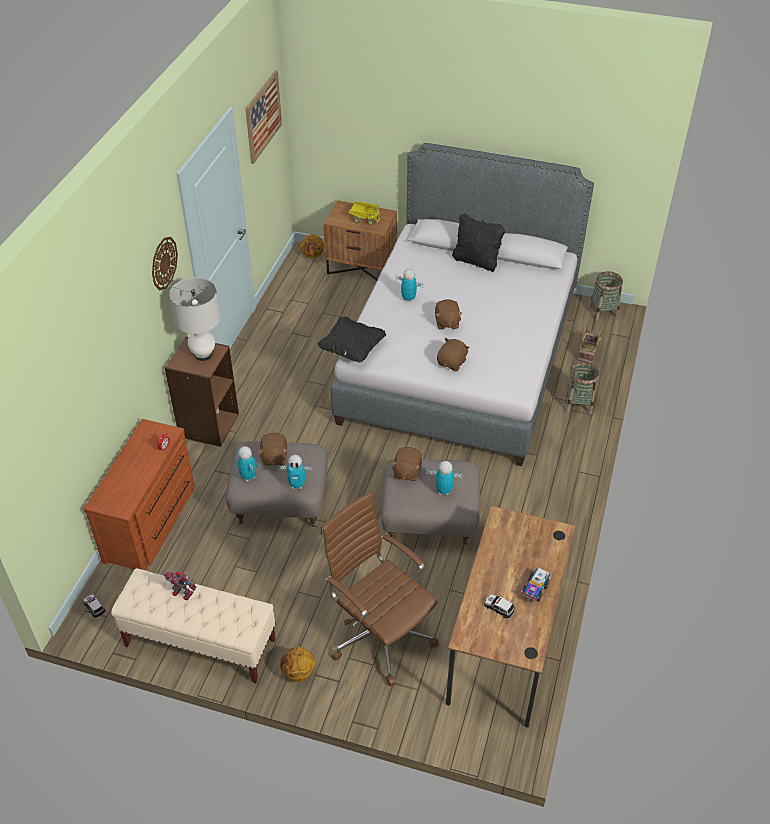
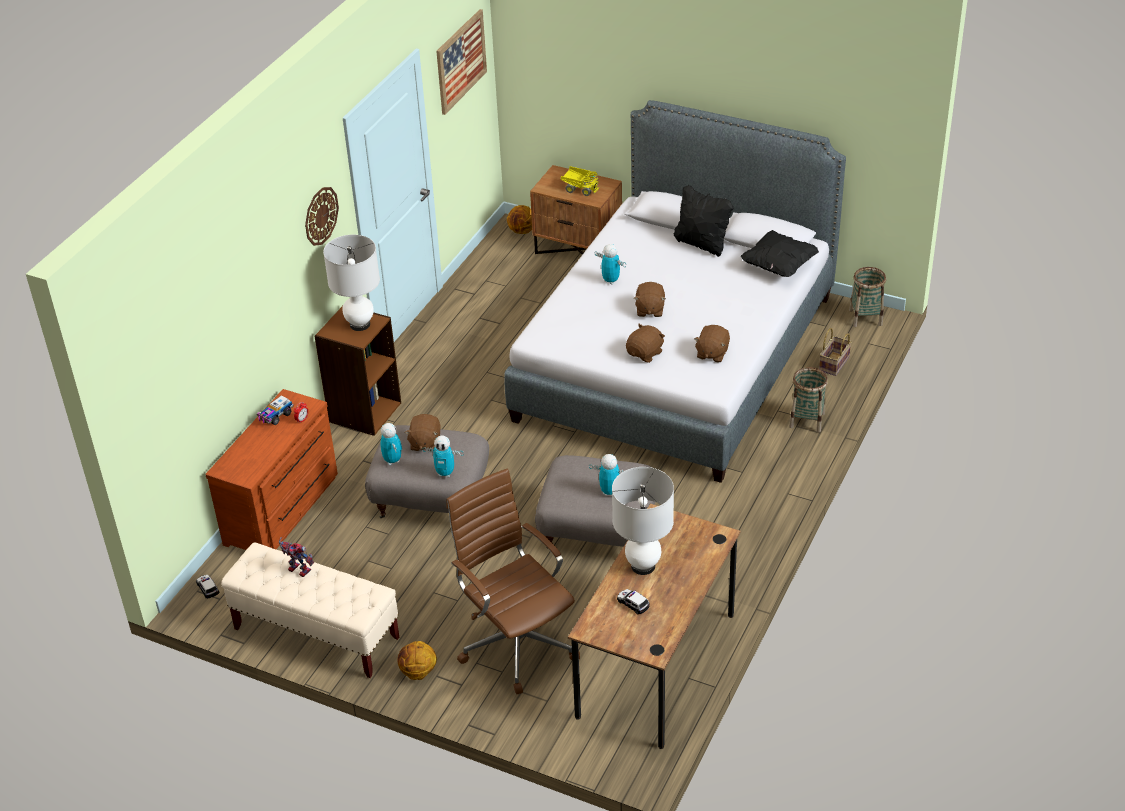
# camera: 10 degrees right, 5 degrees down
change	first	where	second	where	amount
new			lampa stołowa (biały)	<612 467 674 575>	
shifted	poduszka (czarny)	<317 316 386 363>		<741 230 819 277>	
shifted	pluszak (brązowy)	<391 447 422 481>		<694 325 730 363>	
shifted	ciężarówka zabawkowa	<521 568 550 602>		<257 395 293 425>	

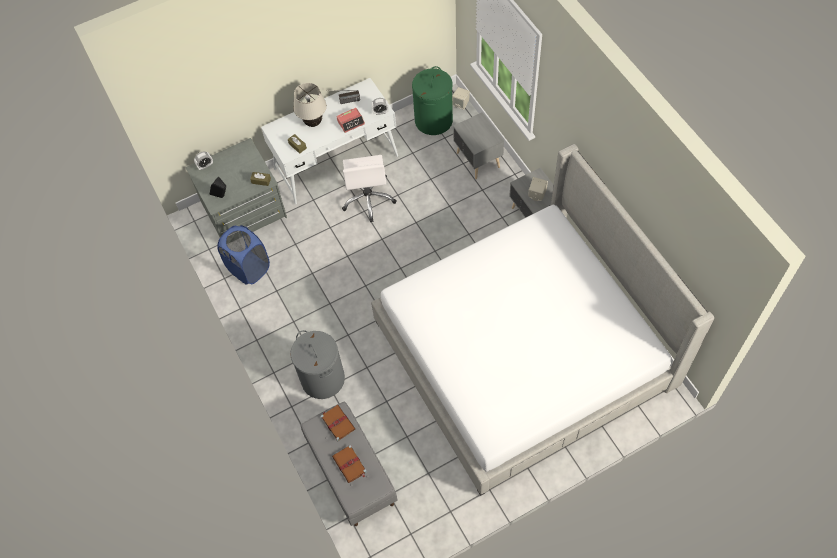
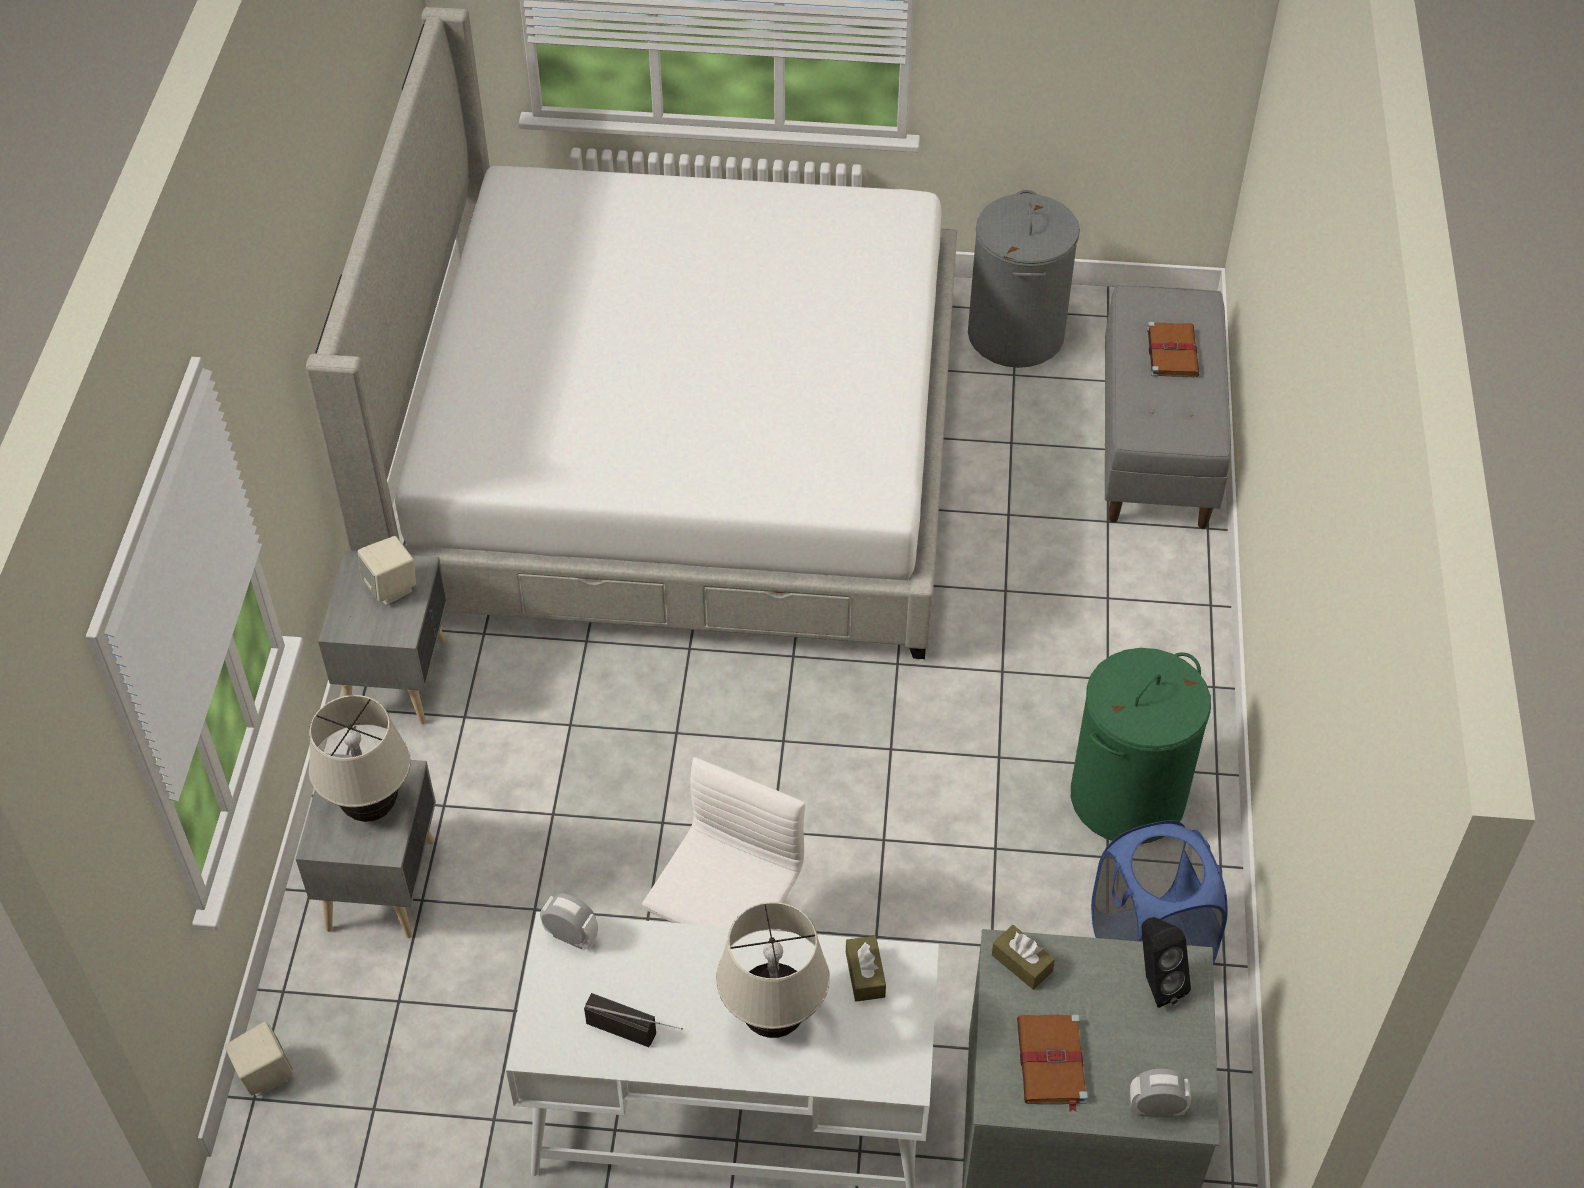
# camera: 150 degrees left, 10 degrees down
change	first	where	second	where	amount
gone	budzik	<336 108 365 133>			
new			lampa stołowa (beżowy)	<309 695 411 822>	
shifted	kosz na pranie (szary)	<290 330 345 399>		<968 190 1080 368>	
shifted	książka (brązowy)	<321 405 355 441>		<1017 1014 1088 1112>	
shifted	kosz na pranie (zielony)	<412 66 453 135>		<1071 648 1211 841>	

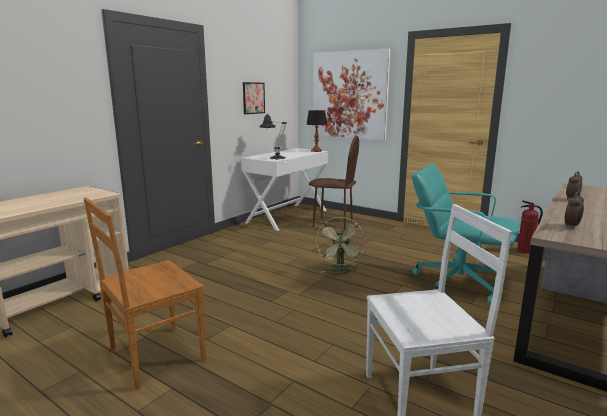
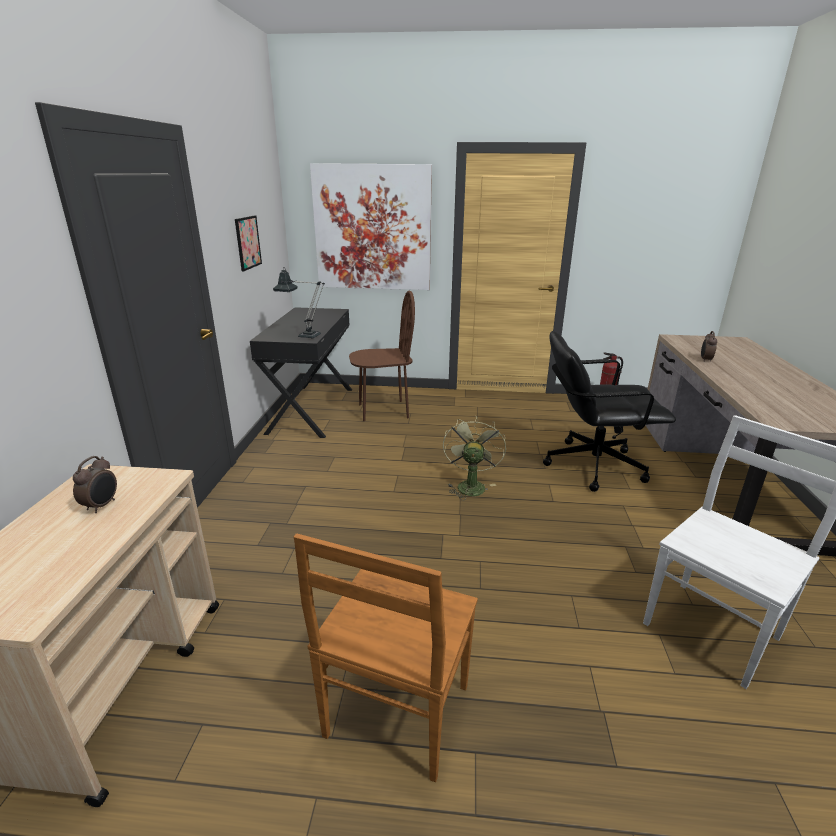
# camera: 30 degrees left, 10 degrees up
change	first	where	second	where	amount
gone	lampa stołowa	<306 110 327 152>			
shifted	budzik	<565 192 584 229>		<73 456 117 513>	
repainted	biurko (biały)	<241 148 328 231>	biurko (czarny)	<250 307 352 438>	
repainted	krzesło biurowe (turkusowy)	<412 163 520 303>	krzesło biurowe (czarny)	<543 331 676 492>	
rotated	wentylator (zielony)	<316 217 365 274>		<443 415 506 501>	150 degrees counterclockwise

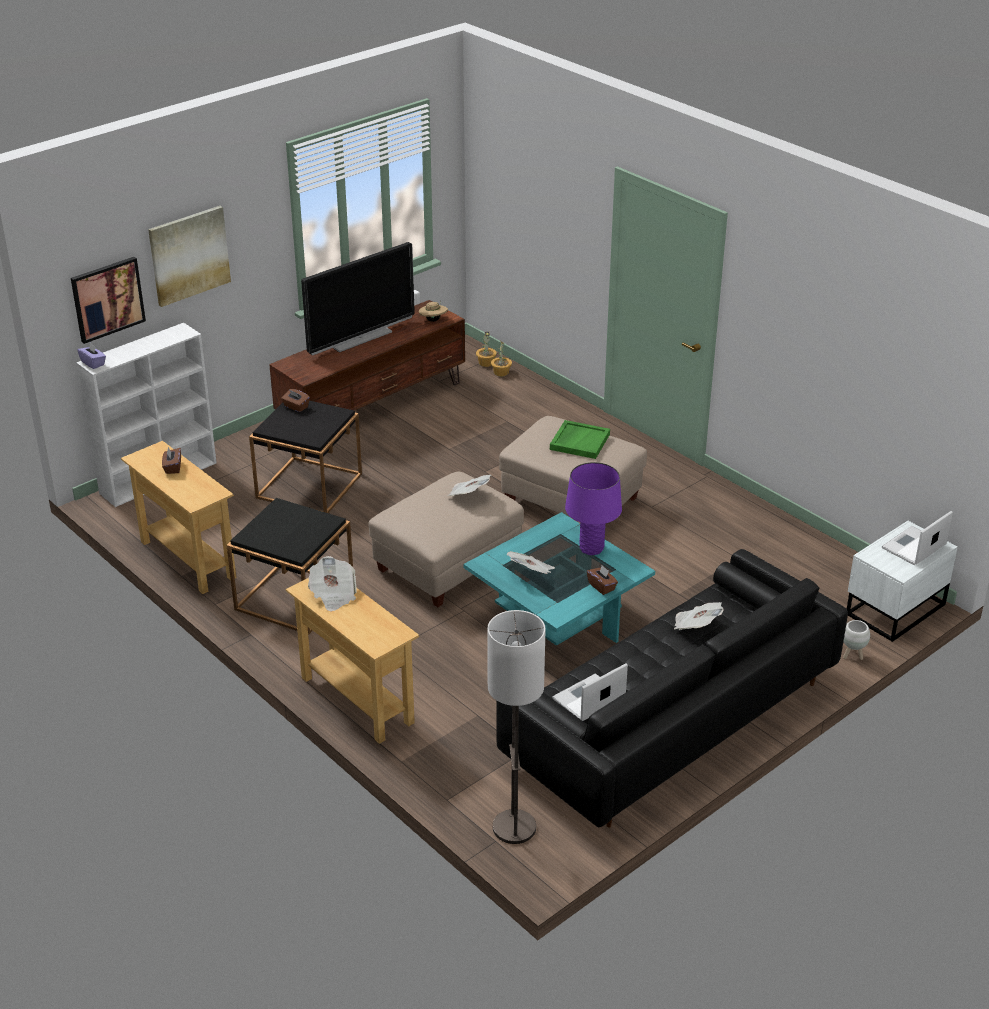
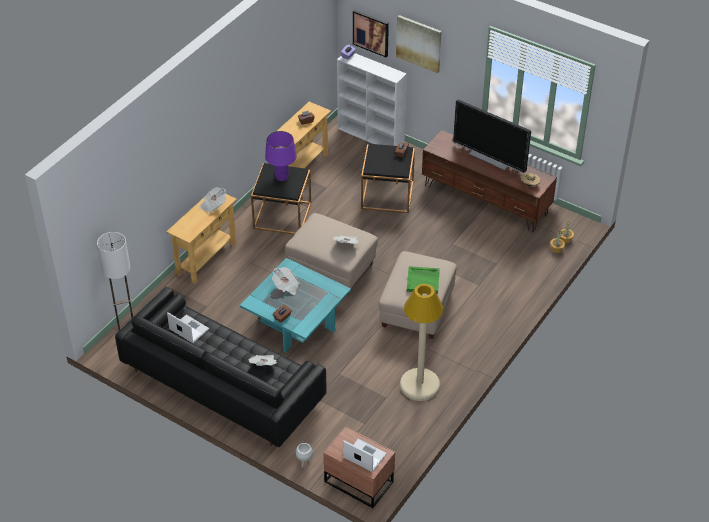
# camera: 75 degrees right, 10 degrees up
change	first	where	second	where	amount
new			lampa stojąca (beżowy)	<400 284 443 401>	
shifted	lampa stołowa (fioletowy)	<565 462 622 555>		<265 131 297 181>	
repainted	szafka nocna (biały)	<847 521 958 642>	szafka nocna (brązowy)	<324 427 395 508>	

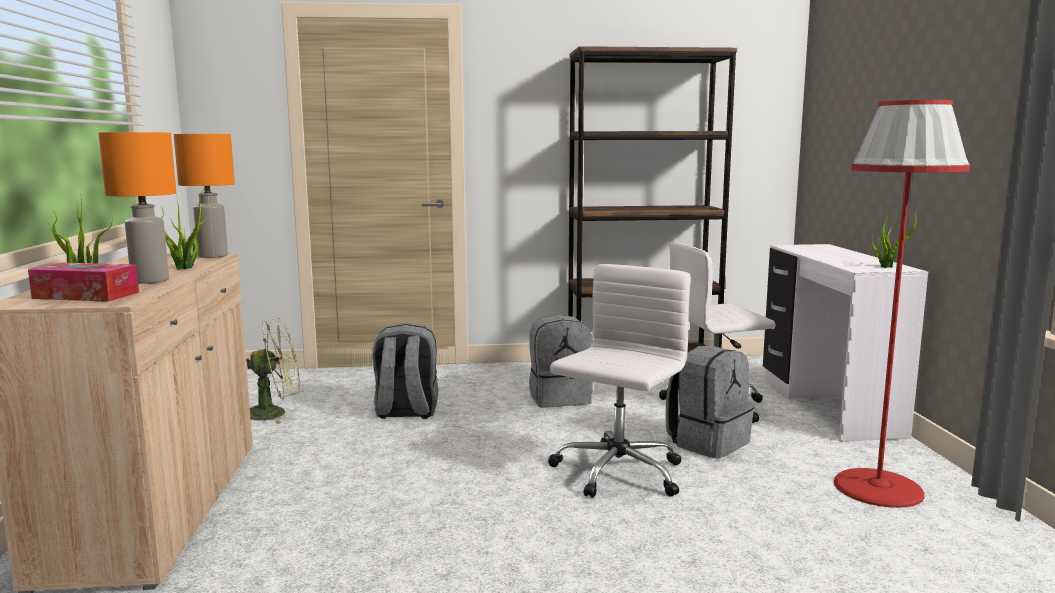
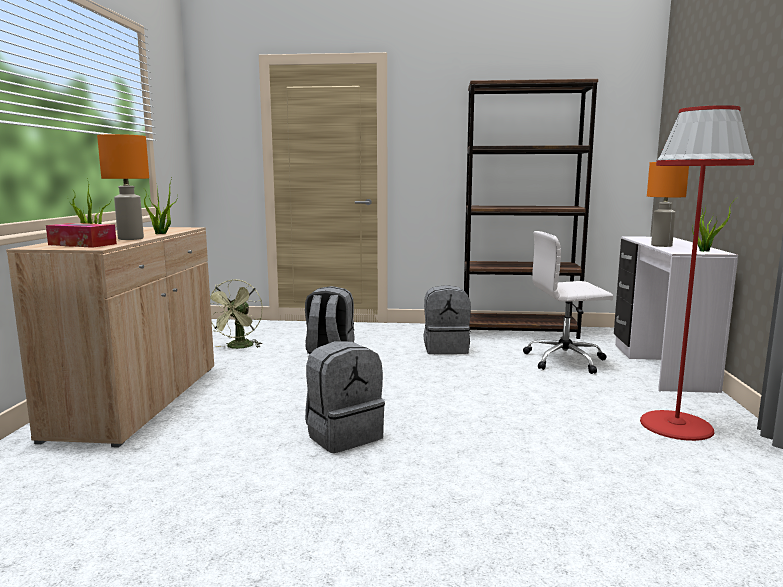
# camera: 10 degrees right, 0 degrees up
change	first	where	second	where	amount
gone	krzesło biurowe (biały)	<548 264 691 498>			
shifted	lampa stołowa (pomarańczowy)	<174 134 235 258>		<647 162 689 247>	
shifted	plecak (szary)	<665 345 754 458>		<305 341 385 453>	
rotated	wentylator (zielony)	<246 318 300 424>		<210 279 263 349>	105 degrees clockwise

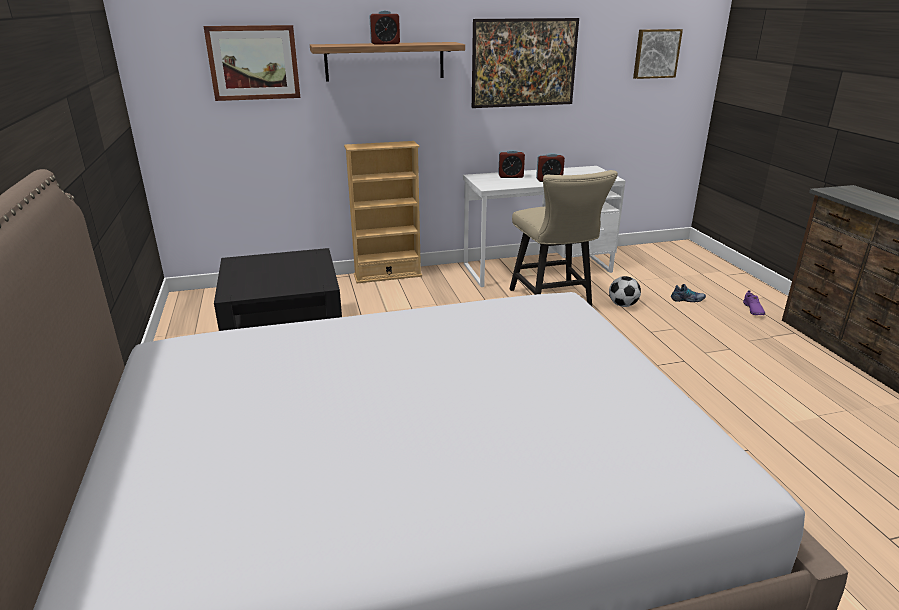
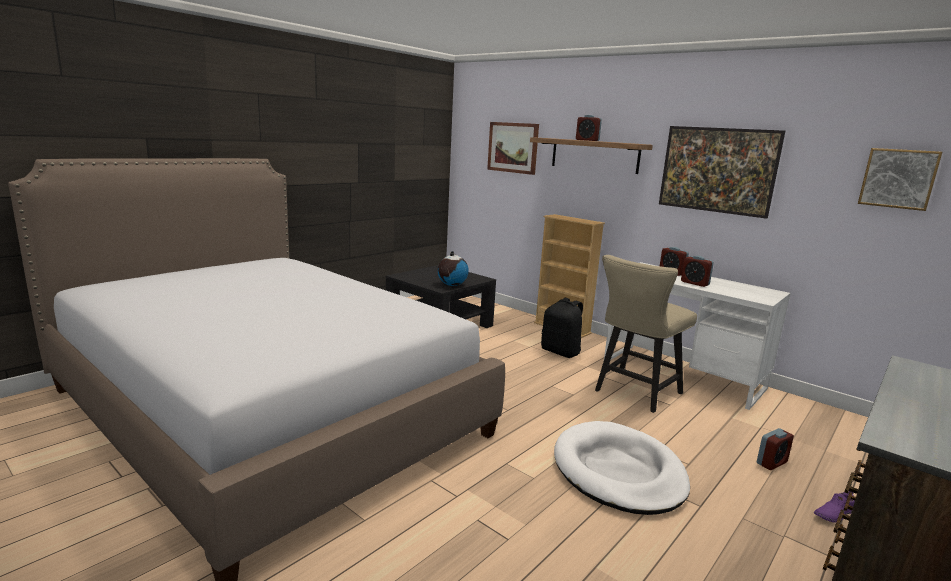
# camera: 55 degrees right, 10 degrees down
change	first	where	second	where	amount
gone	piłka futbolowa	<609 276 641 307>			
new			globus	<438 251 469 286>	
new			plecak (czarny)	<541 298 583 358>	
new			legowisko (biały)	<554 421 690 515>	
swapped	but	<671 284 706 302>	budzik	<757 428 794 470>	

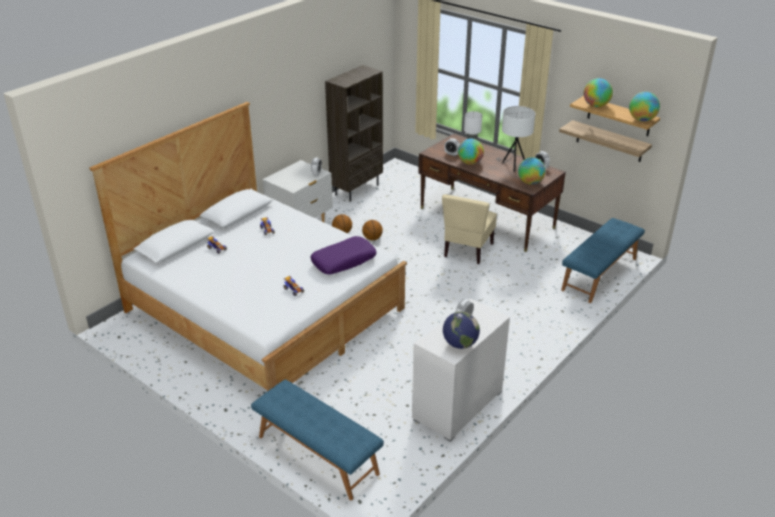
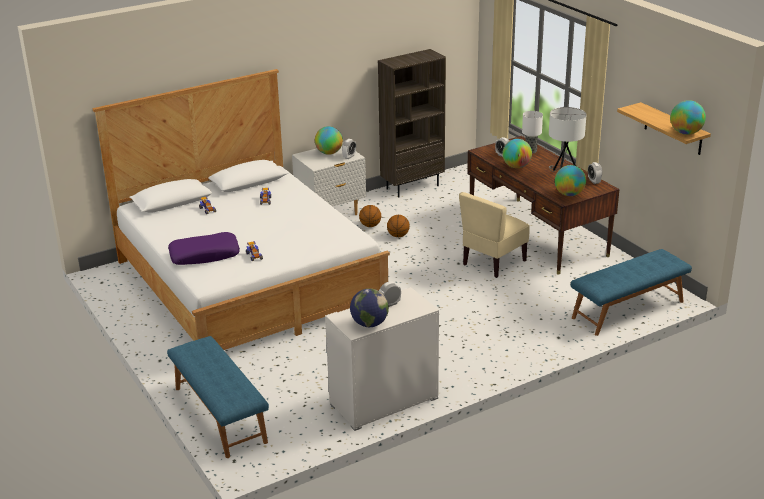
# camera: 20 degrees right, 5 degrees down
change	first	where	second	where	amount
gone	półka	<559 120 652 162>			
shifted	poduszka (fioletowy)	<310 236 376 274>		<168 232 240 265>	
shifted	globus	<584 78 613 107>		<315 126 343 155>	

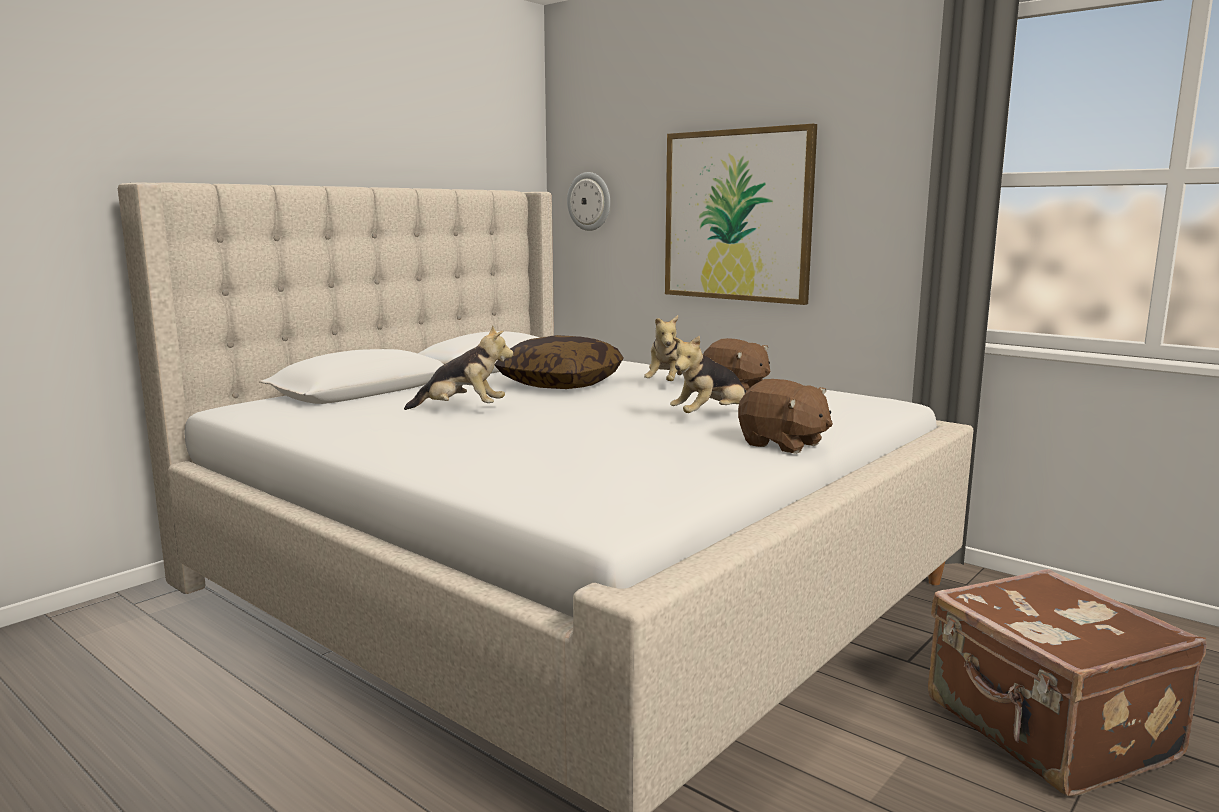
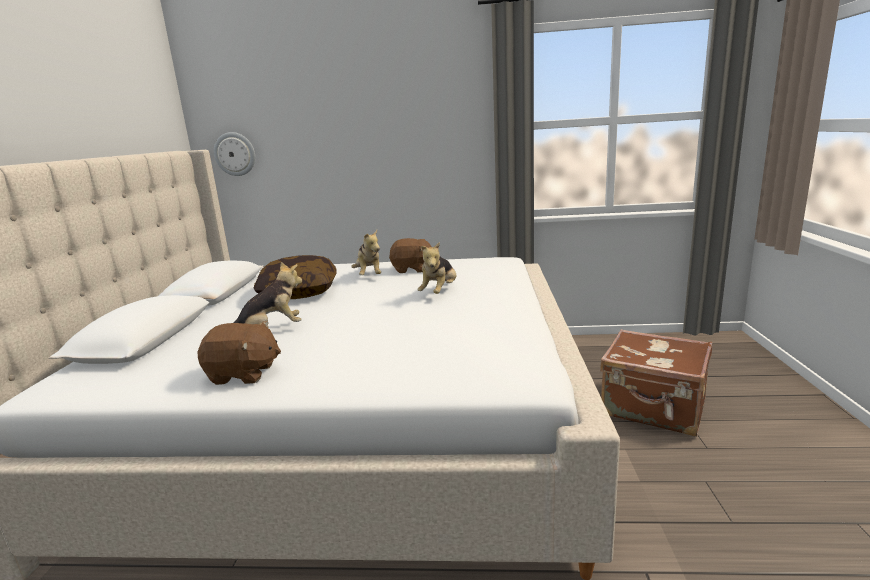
# camera: 35 degrees left, 5 degrees up
change	first	where	second	where	amount
gone	obraz	<665 124 817 305>			
shifted	pluszak (brązowy)	<738 379 833 454>		<198 321 281 385>	

